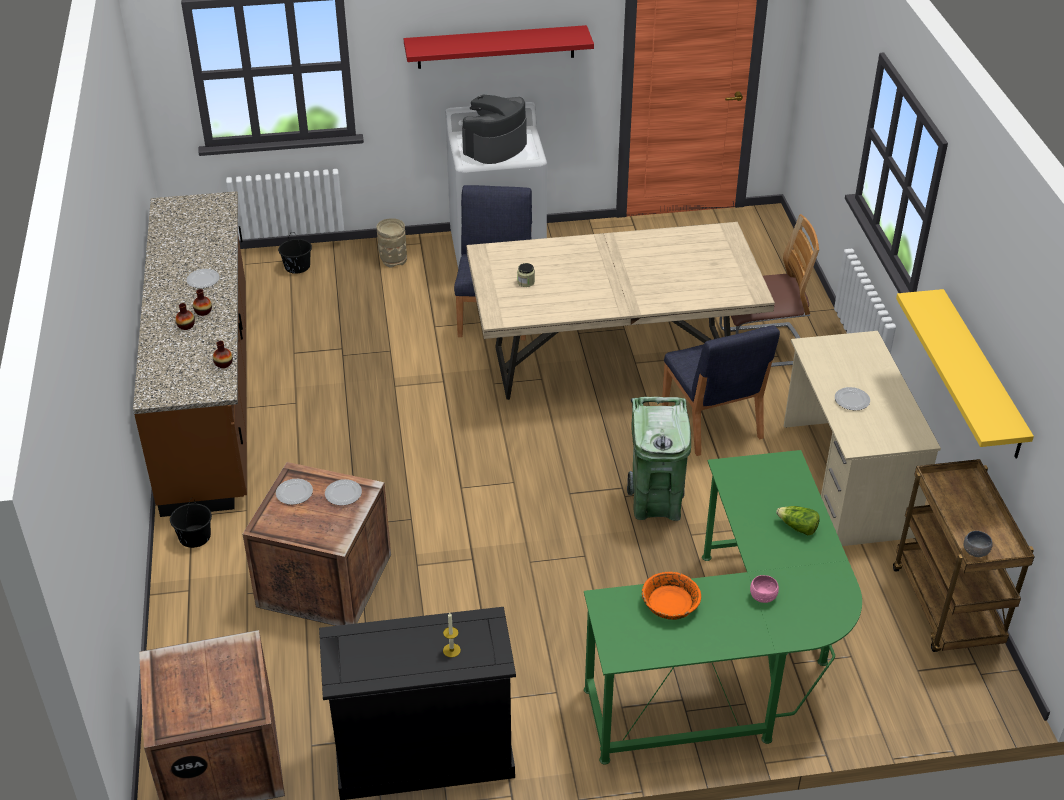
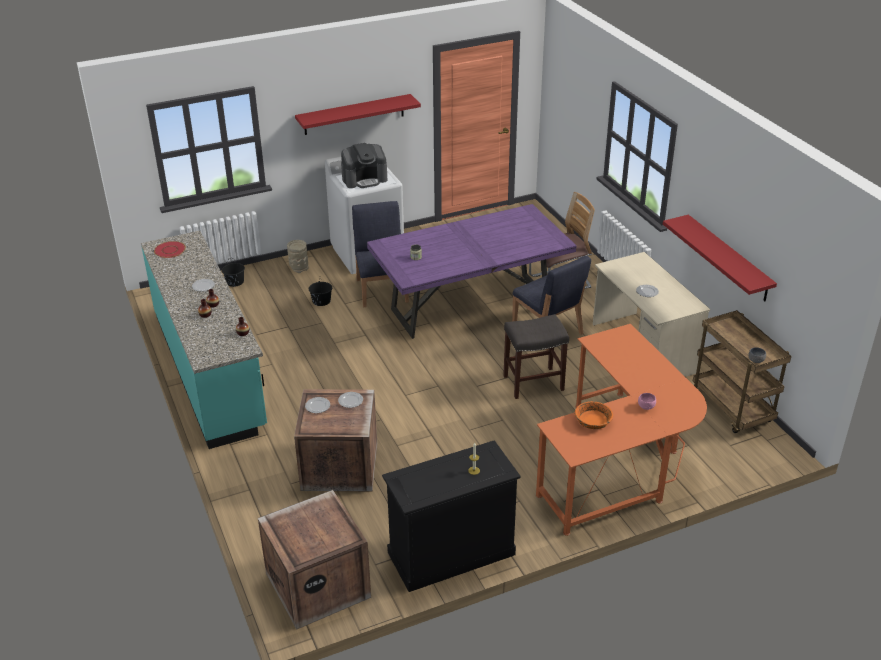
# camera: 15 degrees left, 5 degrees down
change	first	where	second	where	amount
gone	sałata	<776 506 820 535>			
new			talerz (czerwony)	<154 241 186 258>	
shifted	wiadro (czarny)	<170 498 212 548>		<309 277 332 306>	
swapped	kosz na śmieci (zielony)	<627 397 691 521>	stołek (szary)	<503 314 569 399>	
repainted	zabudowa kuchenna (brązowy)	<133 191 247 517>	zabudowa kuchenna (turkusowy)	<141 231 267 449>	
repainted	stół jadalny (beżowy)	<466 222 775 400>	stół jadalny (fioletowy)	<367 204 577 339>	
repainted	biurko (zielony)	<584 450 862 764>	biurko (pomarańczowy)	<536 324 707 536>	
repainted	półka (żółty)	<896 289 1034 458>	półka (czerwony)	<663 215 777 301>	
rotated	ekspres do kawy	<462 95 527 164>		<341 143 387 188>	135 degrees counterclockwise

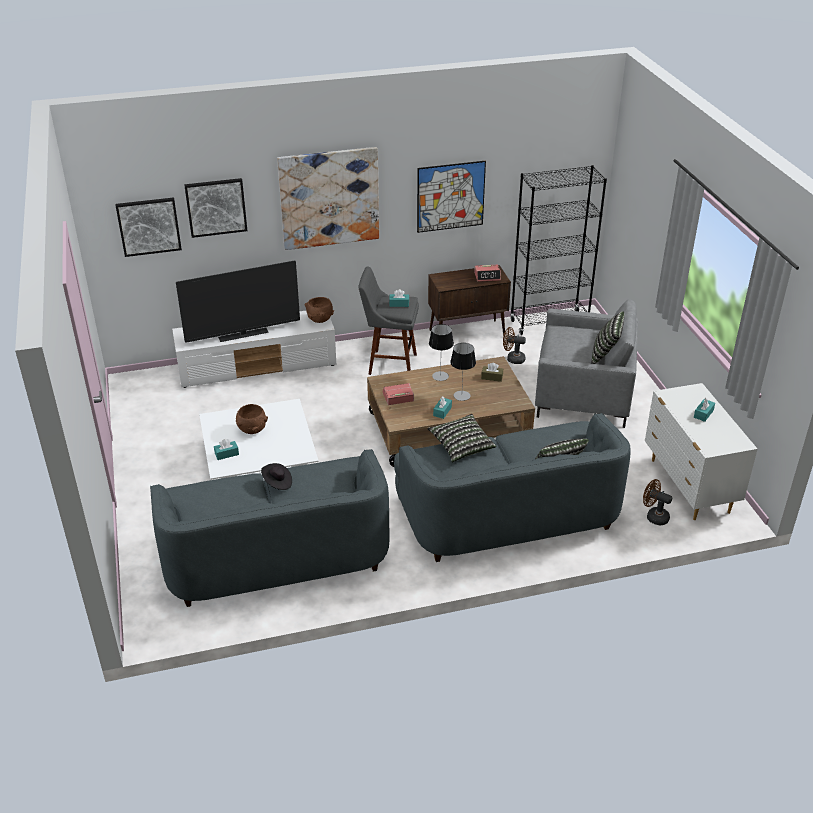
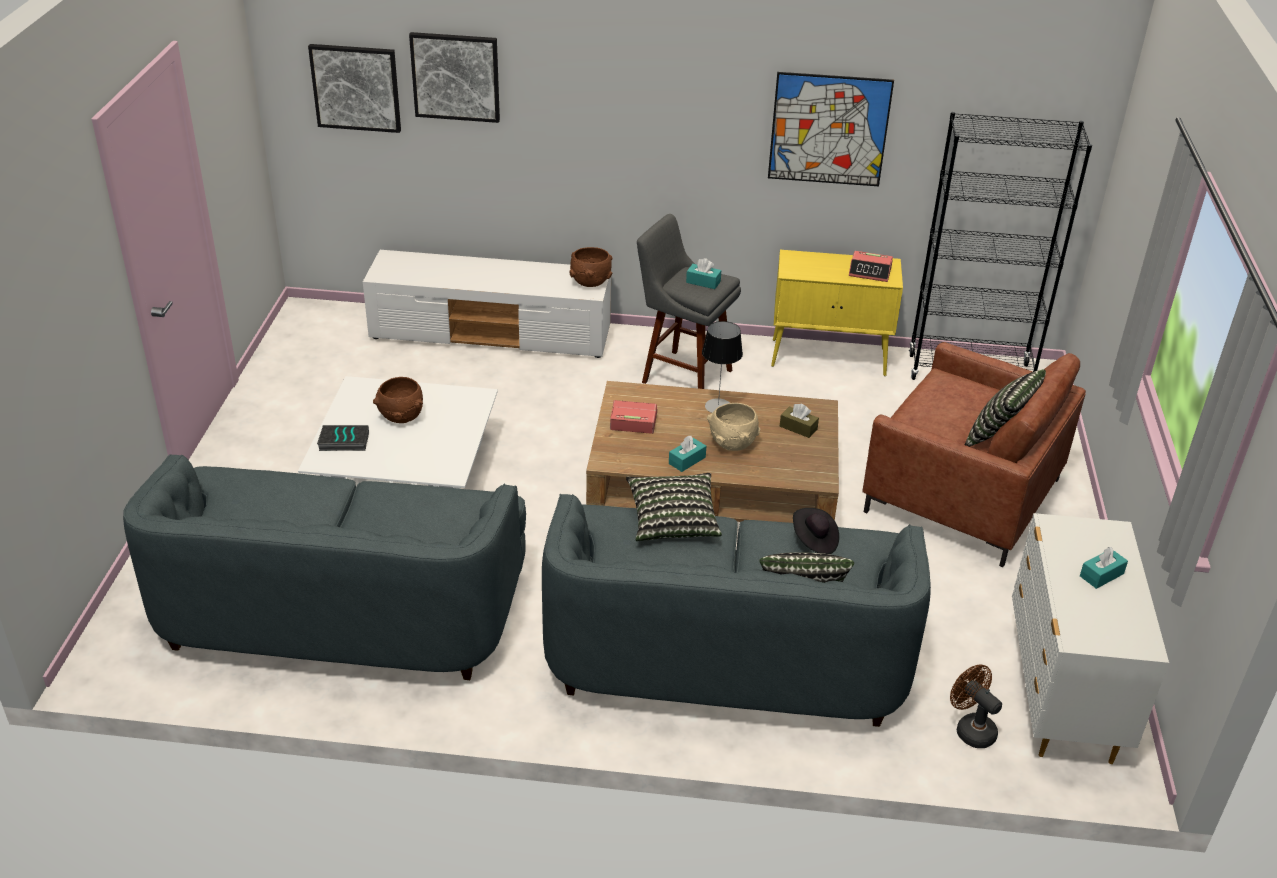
# camera: 20 degrees right, 0 degrees up
change	first	where	second	where	amount
gone	telewizor	<176 260 300 343>			
gone	obraz	<277 147 379 250>			
gone	wentylator (brązowy)	<503 327 526 364>			
shifted	kapelusz (czarny)	<261 463 292 490>		<793 508 839 554>	
swapped	pudełko chusteczek (turkusowy)	<214 439 239 460>	książka	<317 425 369 451>	
swapped	lampa stołowa	<450 343 476 401>	miska (beżowy)	<707 403 760 451>	
repainted	szafka (brązowy)	<428 265 511 336>	szafka (żółty)	<771 250 903 376>	
repainted	fotel (szary)	<535 299 638 428>	fotel (brązowy)	<863 342 1086 567>	

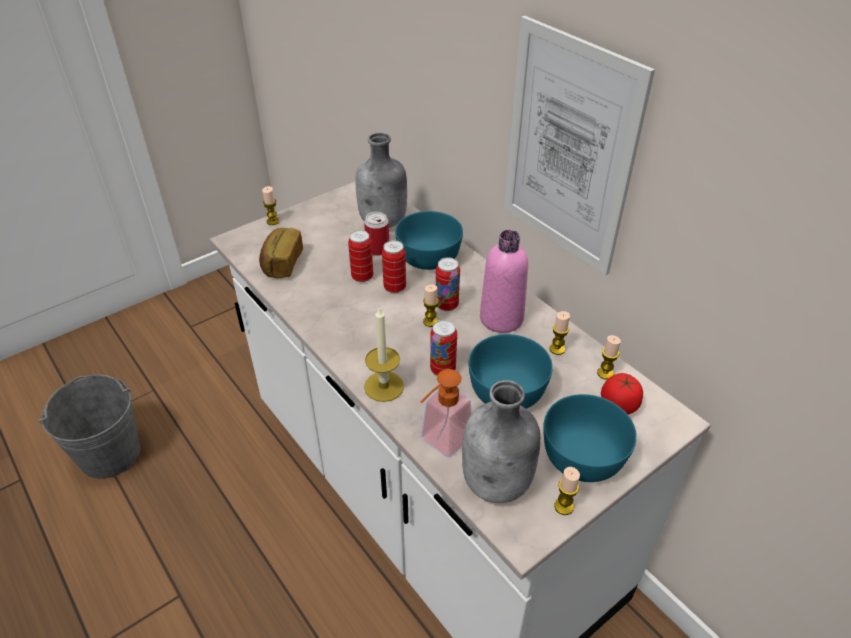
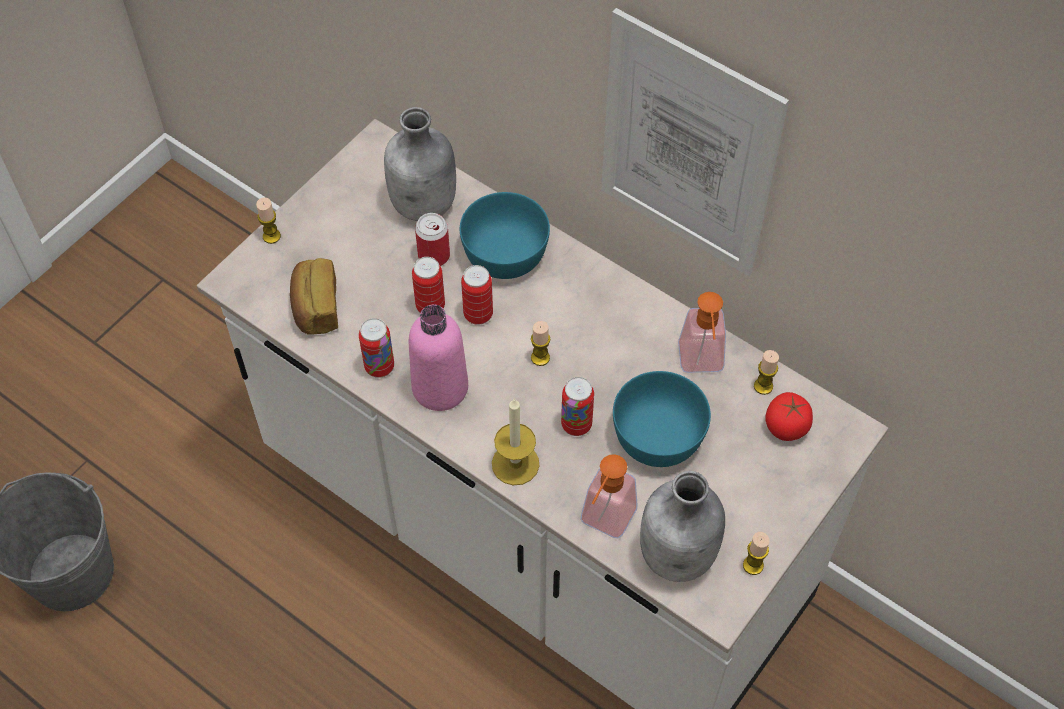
# camera: 15 degrees left, 15 degrees up
change	first	where	second	where	amount
gone	miska (turkusowy)	<543 394 637 482>			
shifted	puszka	<436 257 460 311>		<359 318 394 378>	
shifted	butelka (różowy)	<480 230 528 333>		<409 304 468 411>	
swapped	świeca	<549 311 570 355>	dozownik mydła	<678 292 726 373>	

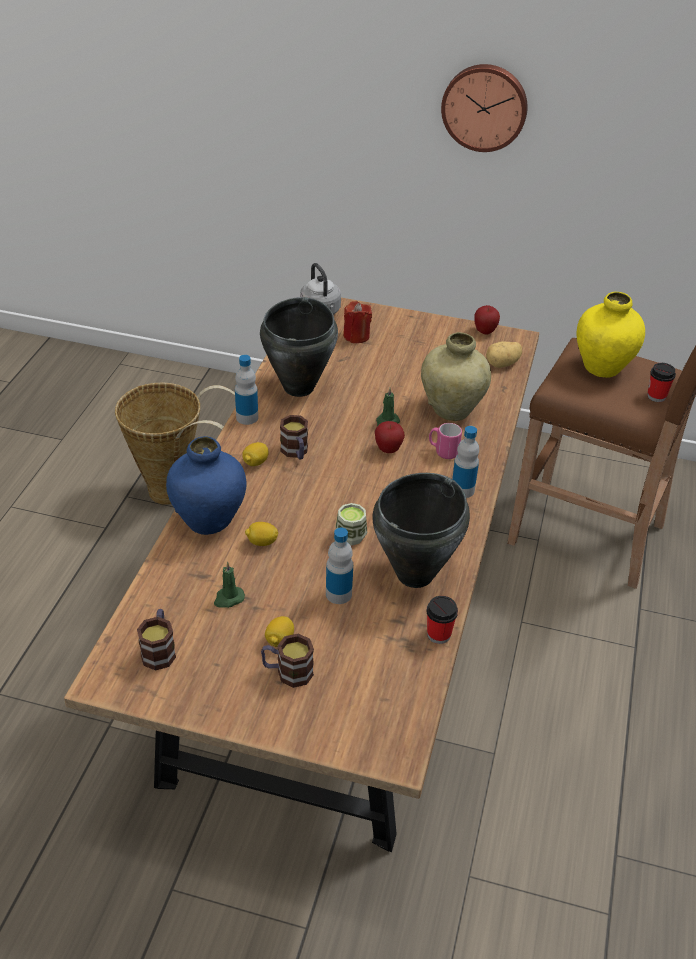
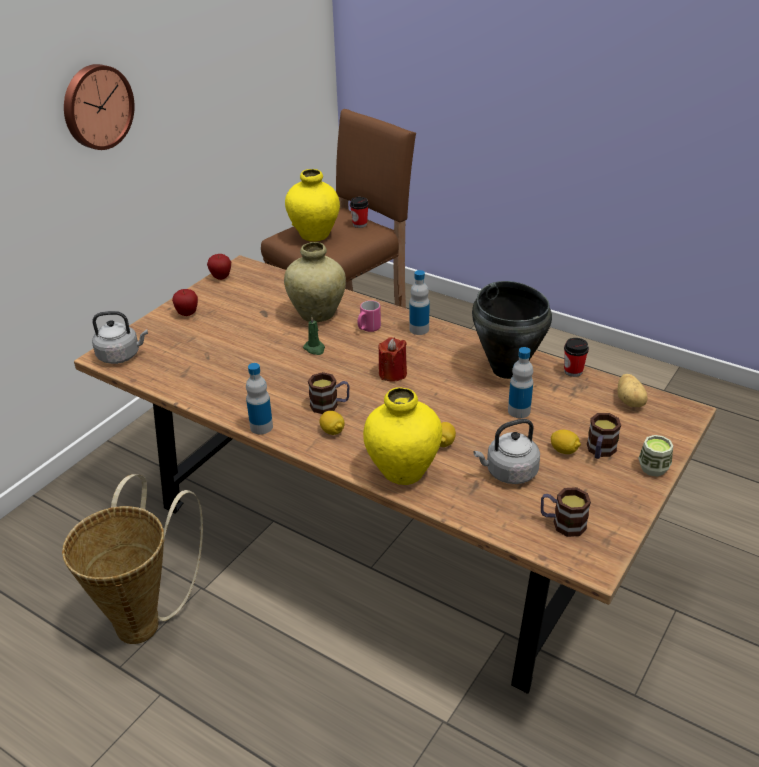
# camera: 70 degrees left, 5 degrees down
change	first	where	second	where	amount
gone	garnek (czarny)	<260 297 338 397>			
shifted	filiżanka	<336 503 367 545>		<638 435 673 477>	
shifted	świeca (czerwony)	<343 301 372 343>		<379 337 407 381>	
shifted	jabłko	<375 421 405 453>		<172 289 198 316>	
shifted	ziemniak	<486 341 522 368>		<618 374 648 407>	
swapped	świeca (zielony)	<214 562 245 608>	czajnik (szary)	<473 419 540 484>	
repainted	wazon (niebieski)	<166 436 247 535>	wazon (żółty)	<363 387 442 485>	

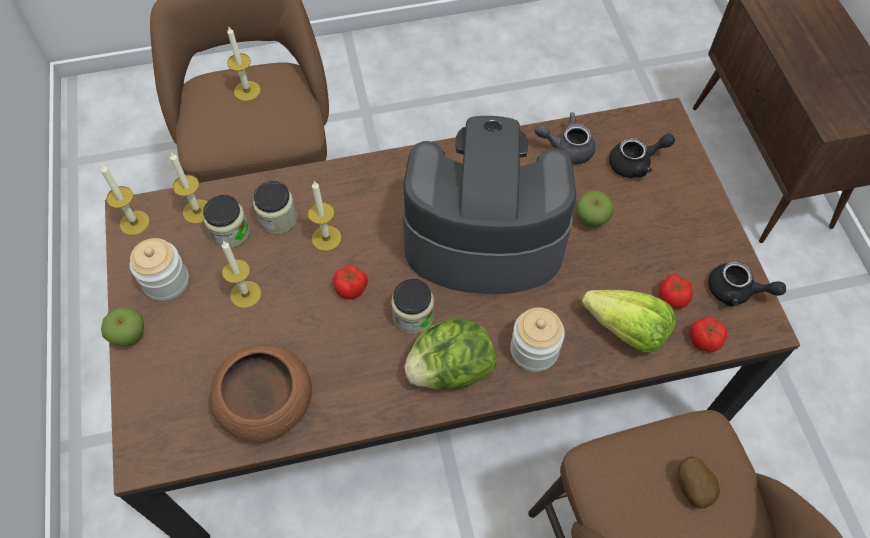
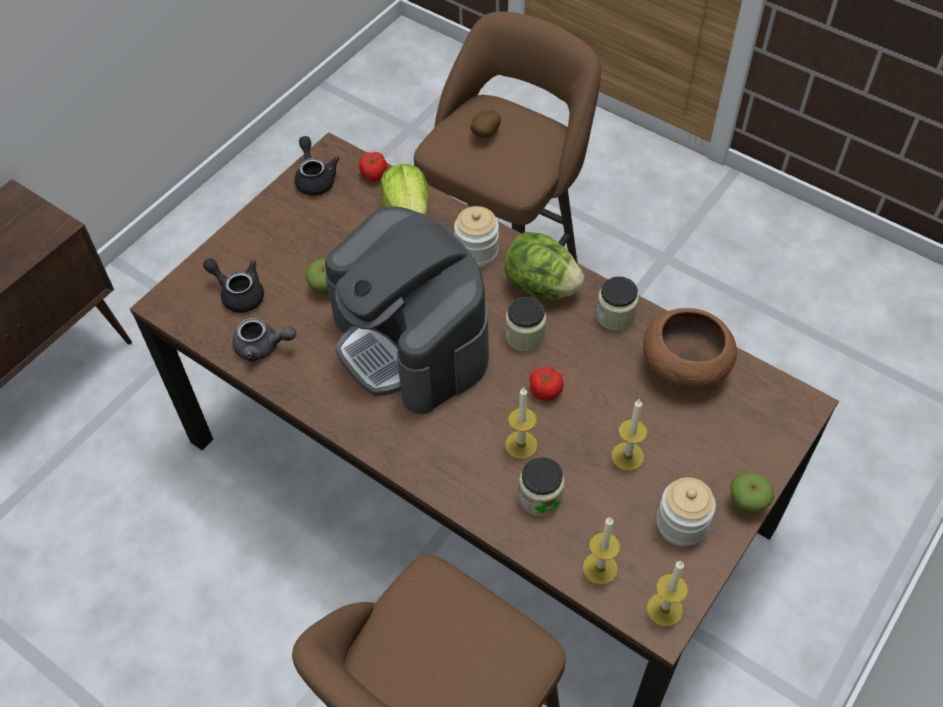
# camera: 130 degrees left, 5 degrees down
change	first	where	second	where	amount
gone	świeca	<227 27 261 101>			
gone	pomidor	<659 274 693 309>			
shifted	słoik	<203 195 250 248>		<596 276 639 331>	
rotated	imbryk (szary)	<535 113 595 164>		<233 318 296 362>	45 degrees counterclockwise

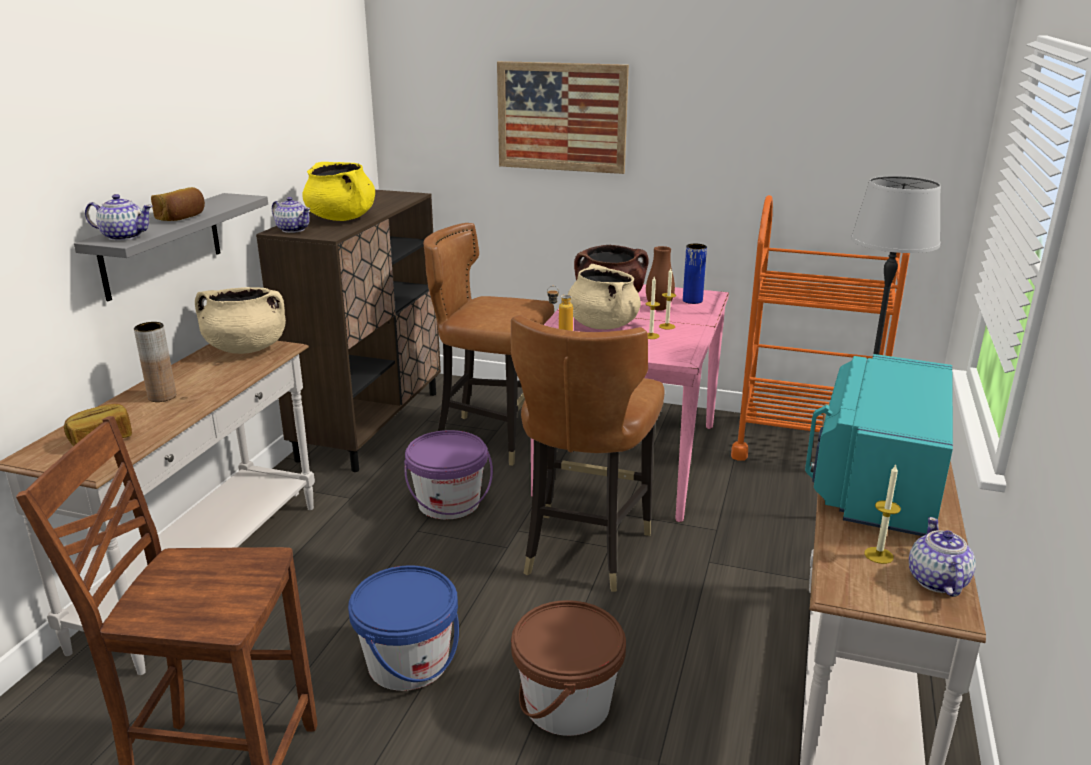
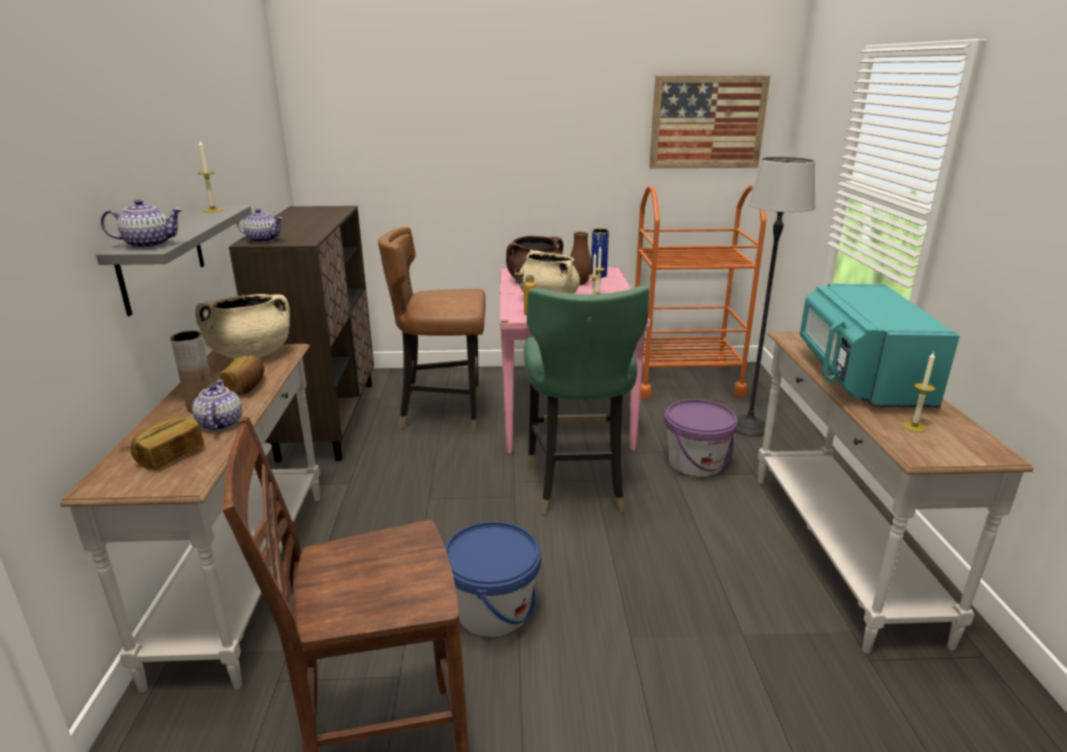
# camera: 20 degrees left, 0 degrees up
change	first	where	second	where	amount
gone	garnek (żółty)	<302 162 375 221>			
gone	wiadro (brązowy)	<511 600 626 736>			
new			świeca	<198 141 223 212>	
shifted	chleb	<151 187 205 221>		<220 355 264 395>	
shifted	wiadro (fioletowy)	<404 430 493 519>		<664 399 738 476>	
shifted	obraz	<497 61 629 174>		<649 75 770 168>	
shifted	imbryk	<909 517 976 597>		<192 380 242 431>	
repainted	krzesło (brązowy)	<511 315 665 592>	krzesło (zielony)	<524 285 649 515>	

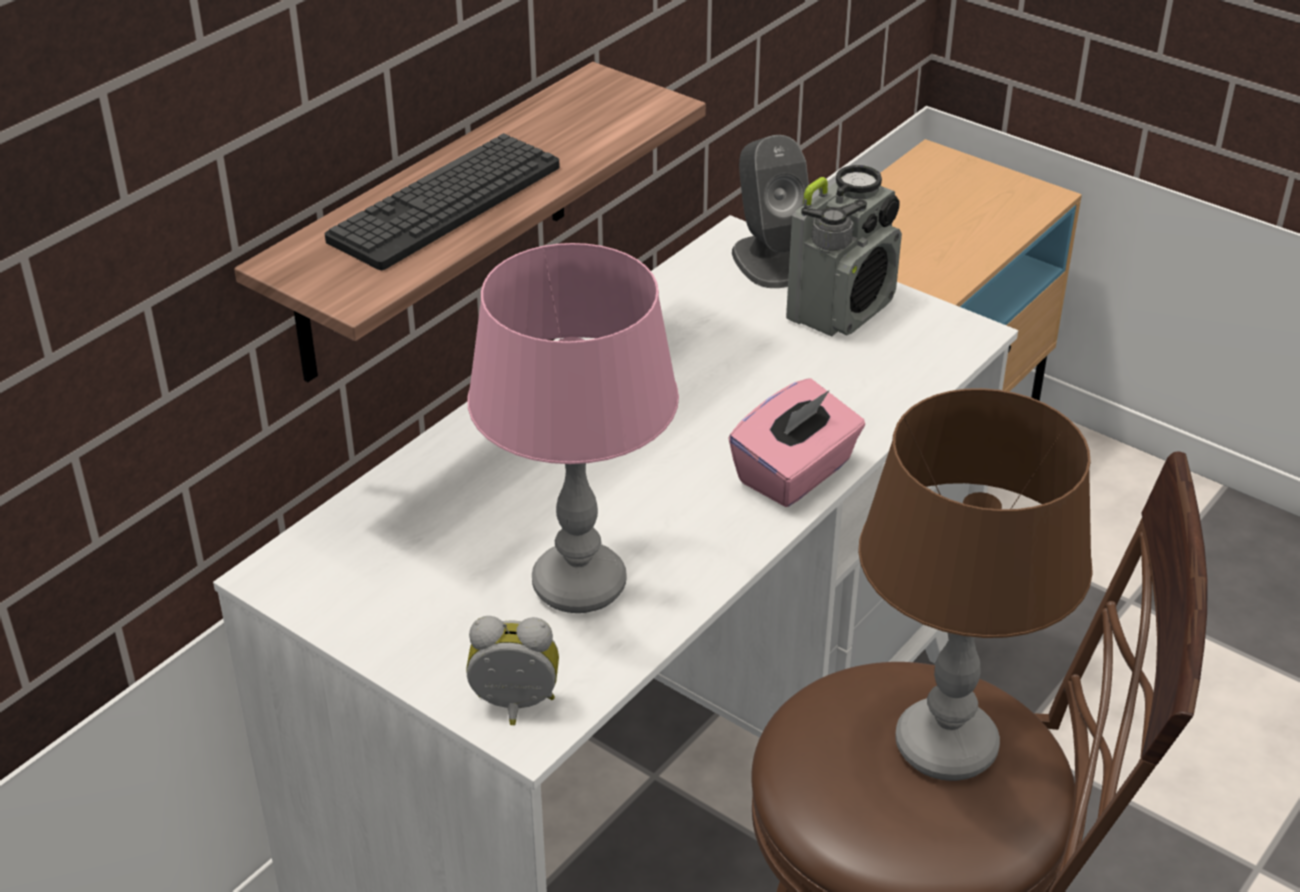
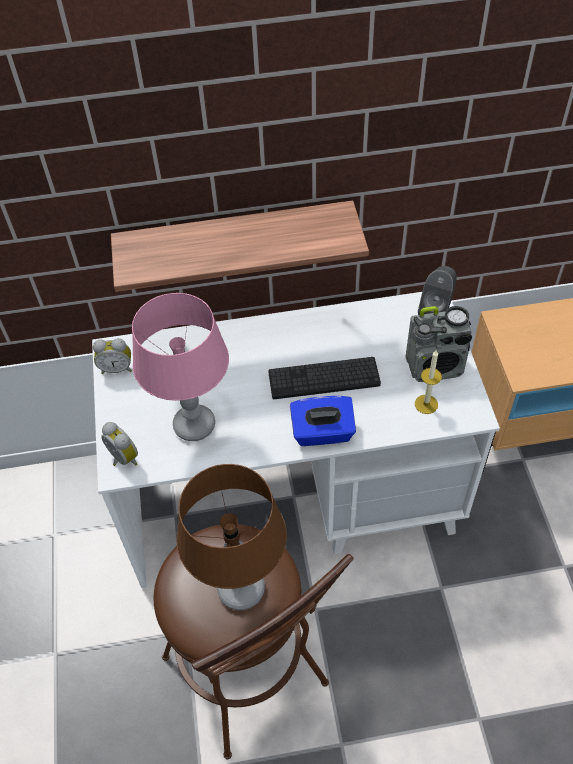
# camera: 45 degrees right, 15 degrees up
change	first	where	second	where	amount
new			budzik	<93 338 132 374>	
new			świeca	<415 351 442 414>	
shifted	klawiatura	<325 133 560 270>		<268 357 381 399>	
repainted	pudełko chusteczek (różowy)	<728 378 865 507>	pudełko chusteczek (niebieski)	<290 396 356 446>	

